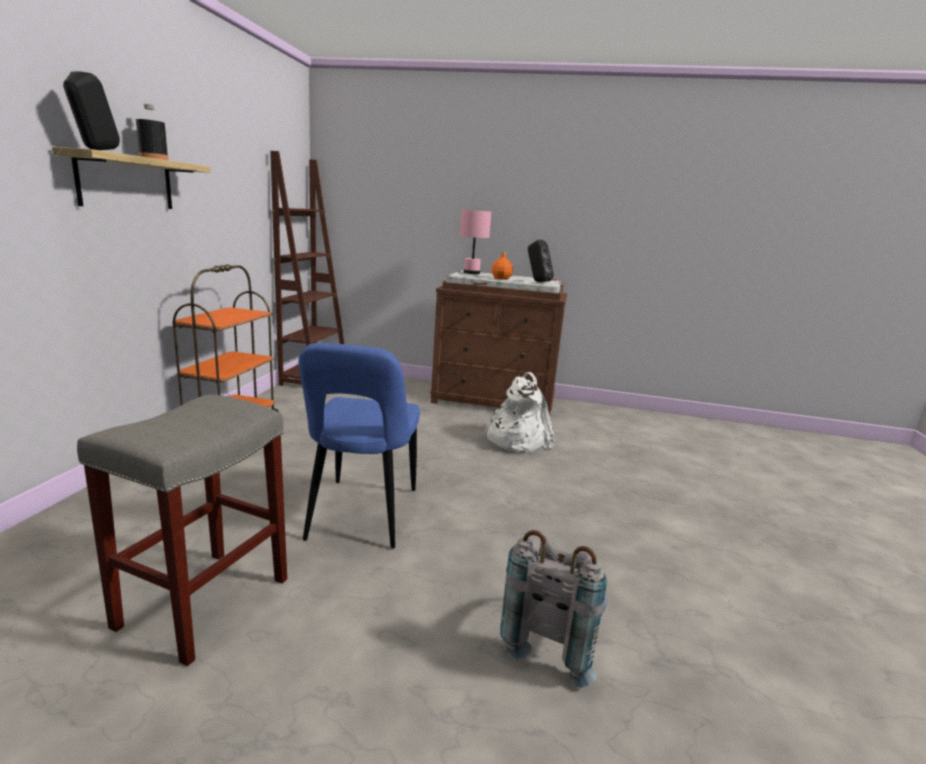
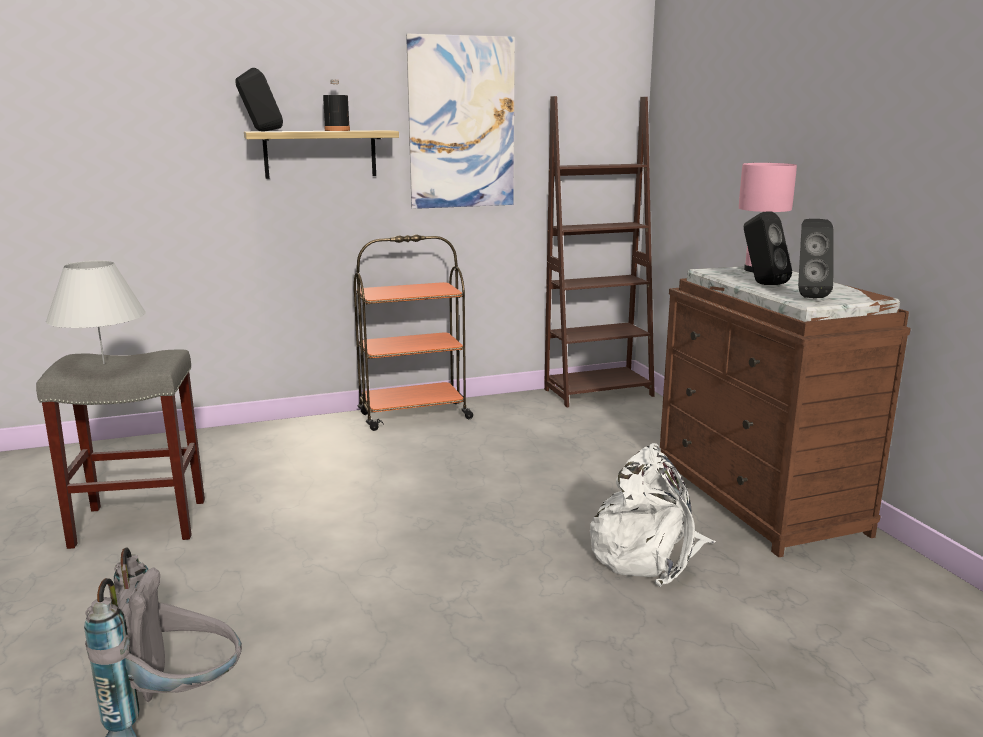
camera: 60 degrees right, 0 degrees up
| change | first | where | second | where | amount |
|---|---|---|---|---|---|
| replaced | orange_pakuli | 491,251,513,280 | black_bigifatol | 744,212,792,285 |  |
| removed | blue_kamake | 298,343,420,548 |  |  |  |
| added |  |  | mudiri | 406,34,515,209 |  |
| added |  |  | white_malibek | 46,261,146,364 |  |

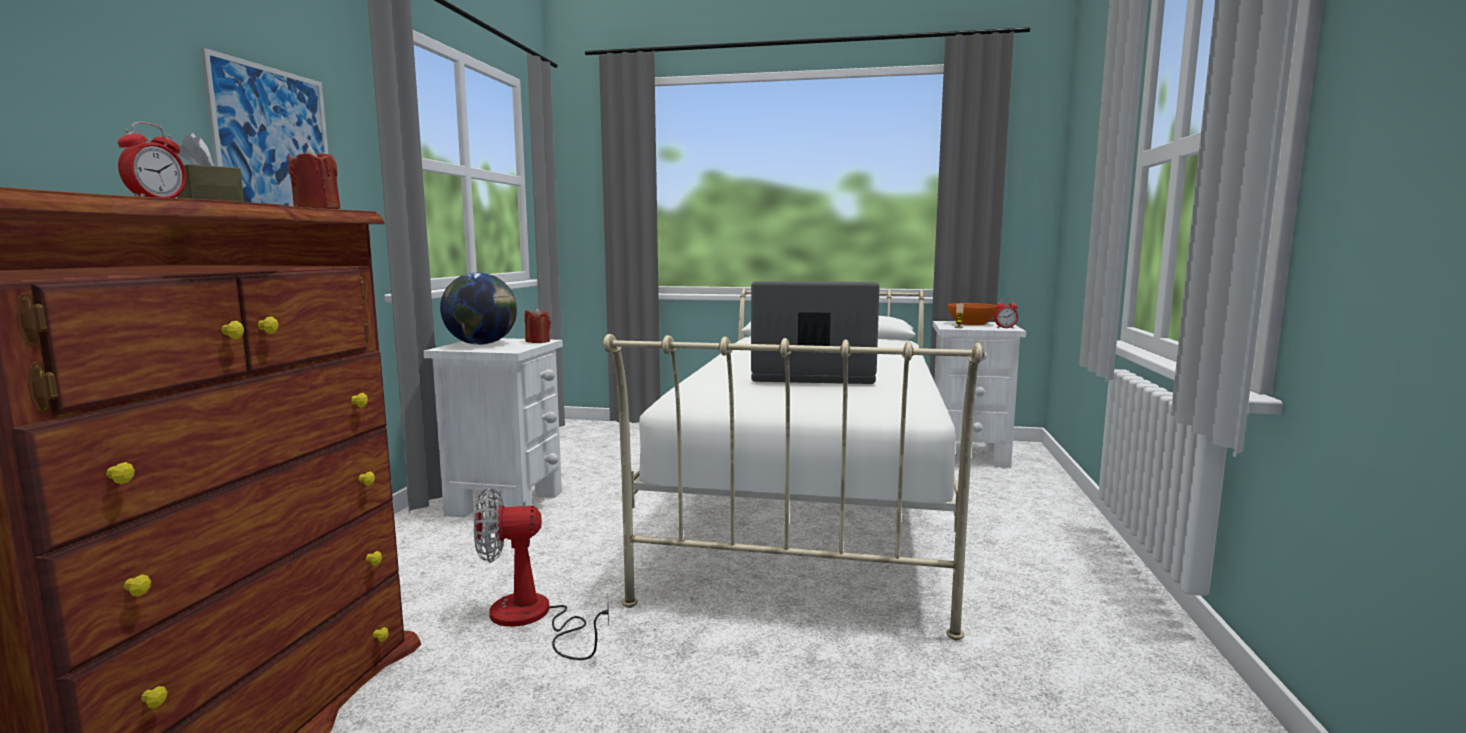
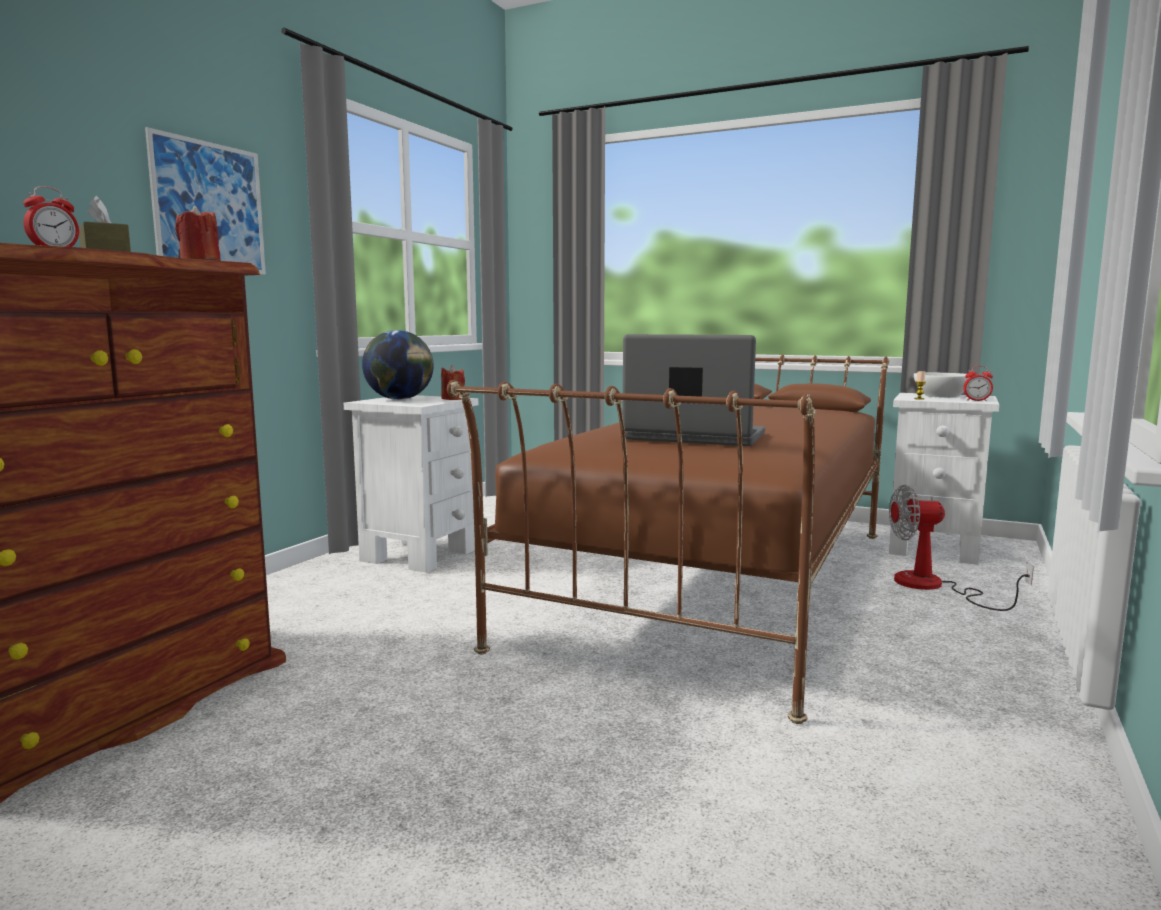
camera: 15 degrees right, 0 degrees up
| change | first | where | second | where | amount |
|---|---|---|---|---|---|
| recoloured | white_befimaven | 602,288,985,640 | brown_befimaven | 447,355,889,724 |  |
| recoloured | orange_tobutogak | 948,303,997,325 | white_tobutogak | 914,373,968,398 |  |
| moved | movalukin | 474,487,609,660 |  | 889,485,1034,611 |  |

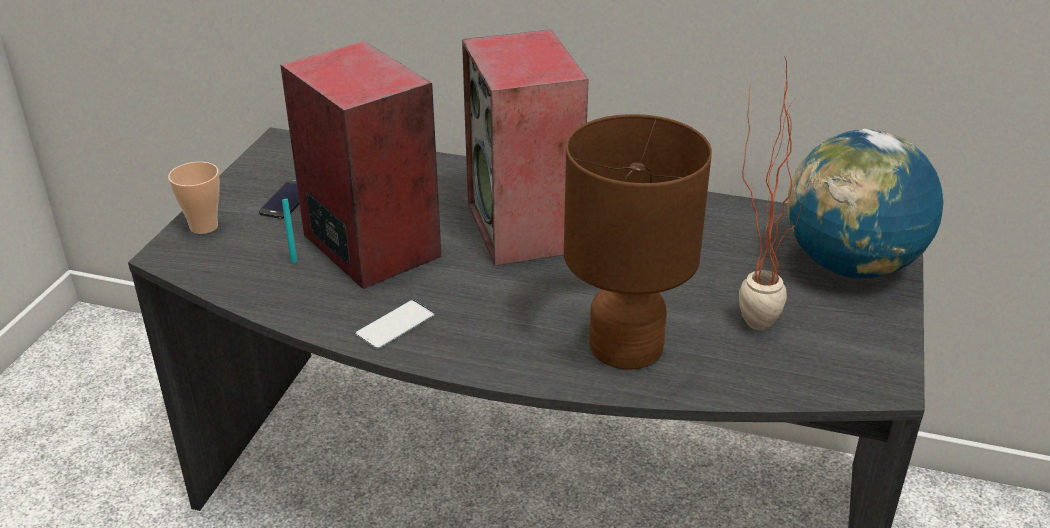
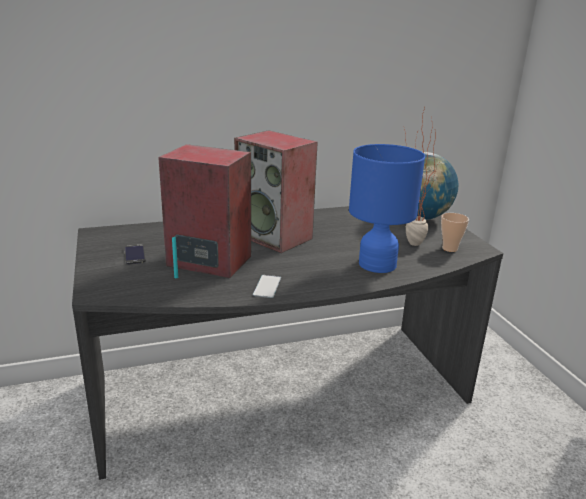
camera: 35 degrees left, 10 degrees down
| change | first | where | second | where | amount |
|---|---|---|---|---|---|
| recoloured | brown_malibek | 564,114,712,369 | blue_malibek | 349,144,425,273 |  |
| moved | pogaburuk | 168,162,220,234 |  | 441,213,469,252 |  |

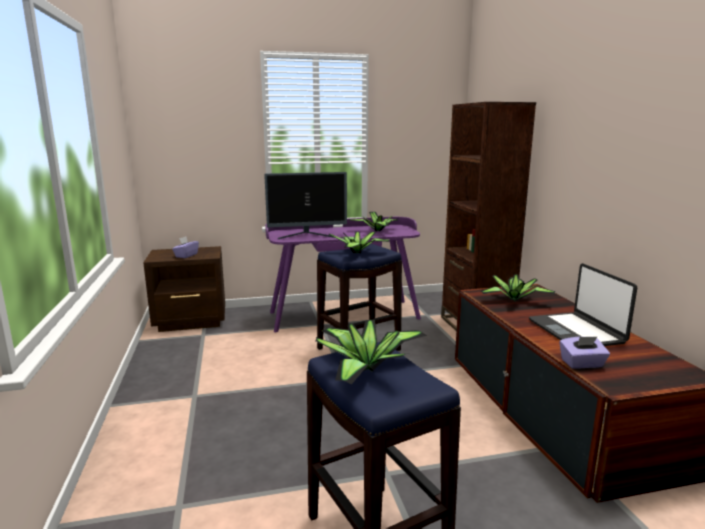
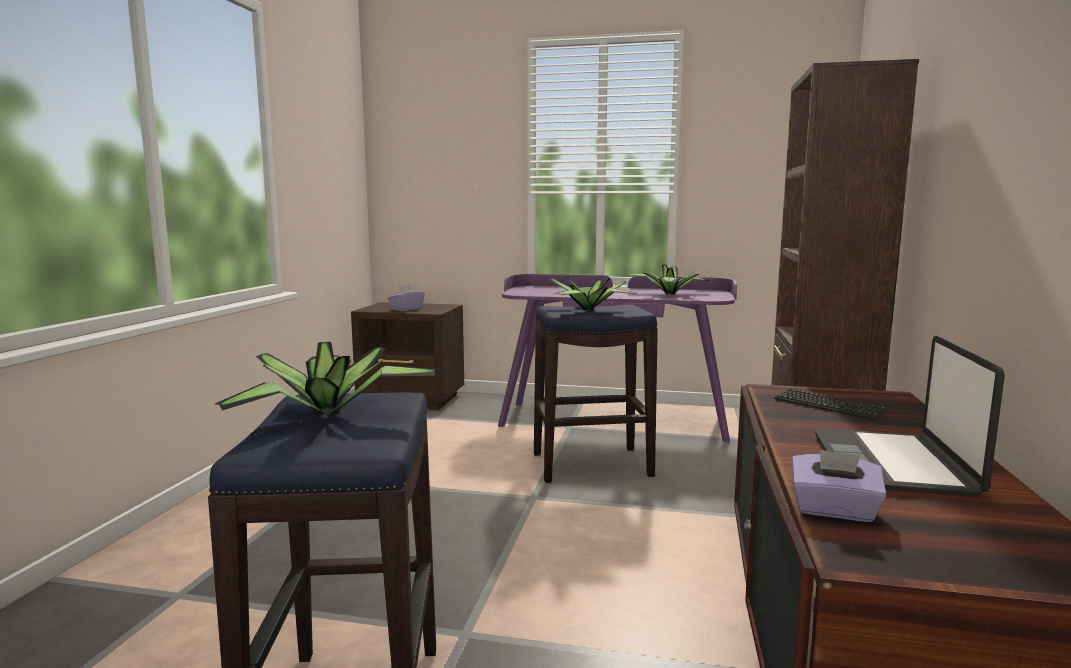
camera: 25 degrees right, 5 degrees down
| change | first | where | second | where | amount |
|---|---|---|---|---|---|
| removed | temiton | 264,172,347,239 |  |  |  |
| replaced | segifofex | 481,274,555,302 | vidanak | 774,388,888,421 |  |

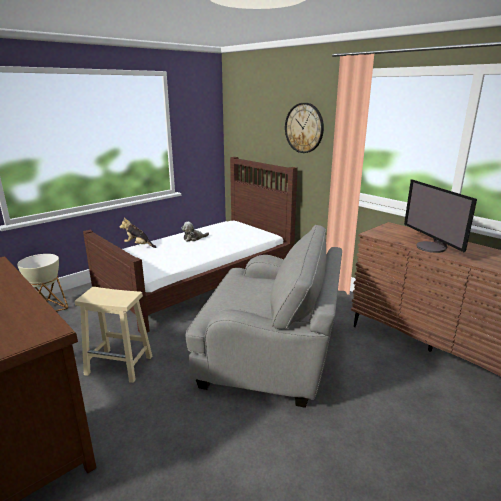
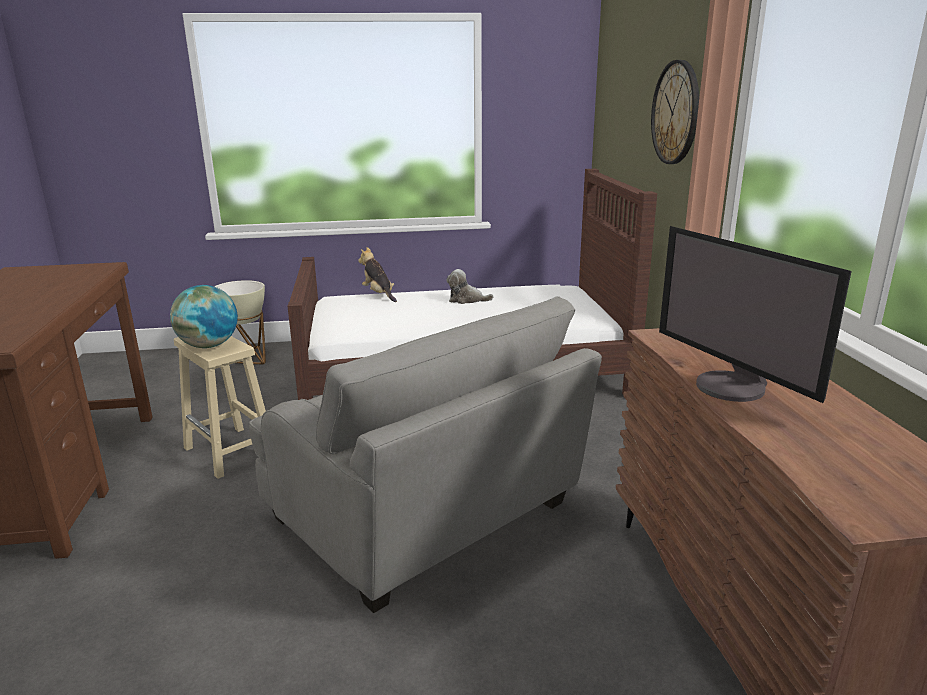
camera: 35 degrees right, 0 degrees up
| change | first | where | second | where | amount |
|---|---|---|---|---|---|
| turned | temiton | 404,179,477,253 |  | 659,226,852,403 | 45 degrees counterclockwise |
| added |  |  | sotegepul | 170,285,238,348 |  |

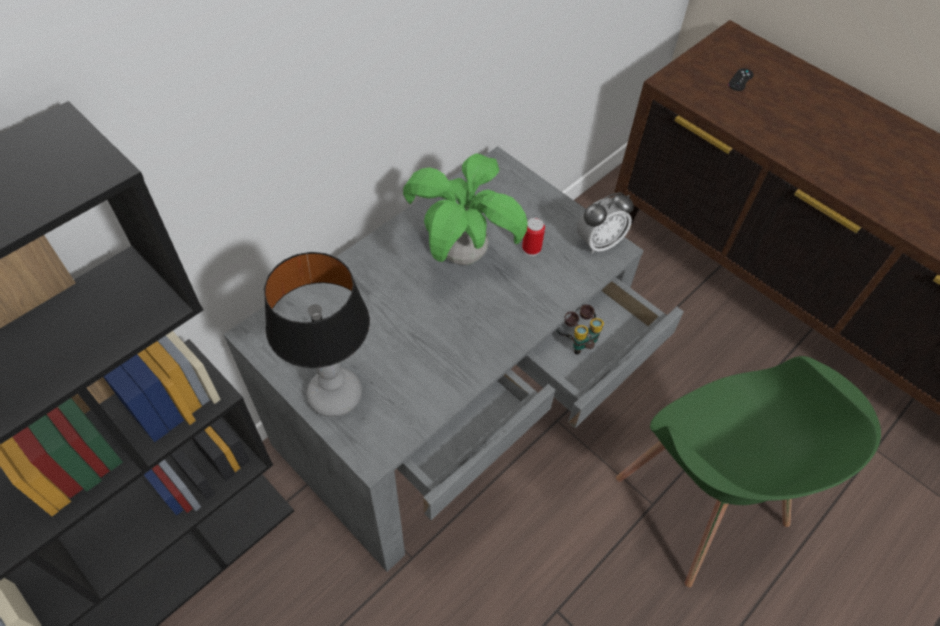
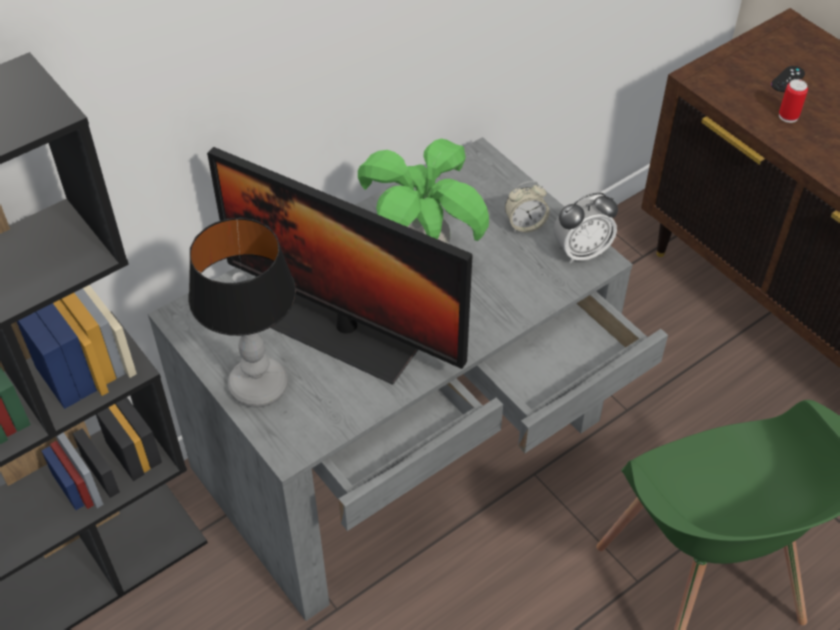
camera: 10 degrees right, 5 degrees down
| change | first | where | second | where | amount |
|---|---|---|---|---|---|
| moved | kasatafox | 522,218,545,256 |  | 779,79,808,123 |  |
| removed | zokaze | 556,304,604,354 |  |  |  |
| added |  |  | temiton | 207,147,473,385 |  |
| added |  |  | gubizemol | 505,181,549,232 |  |

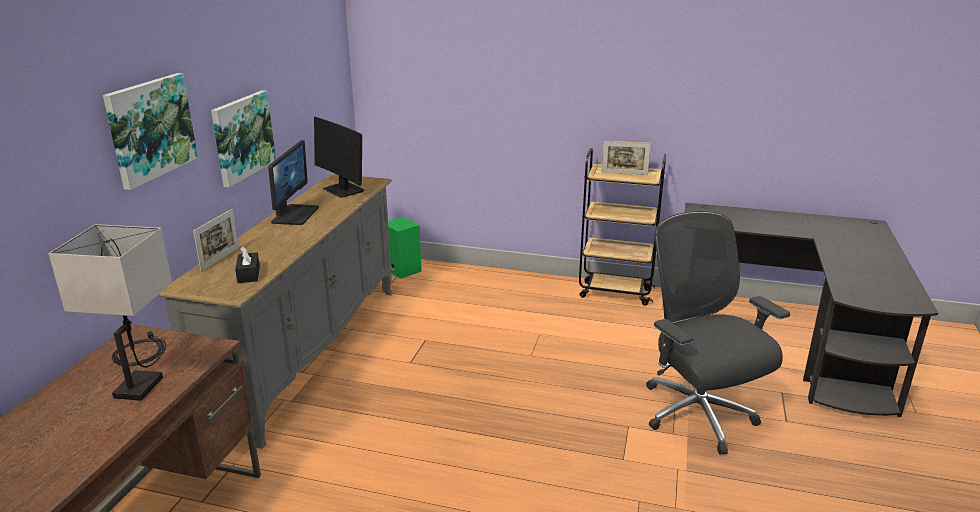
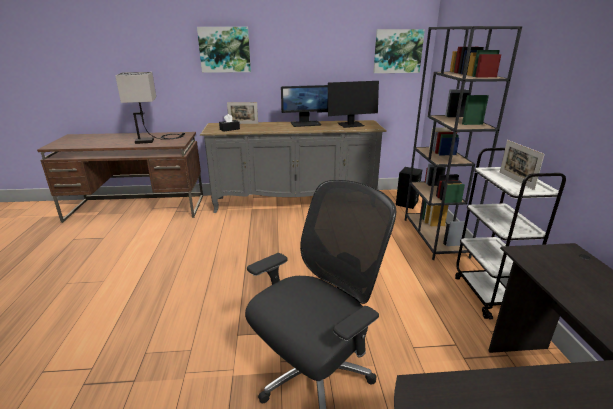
camera: 70 degrees right, 0 degrees up
| change | first | where | second | where | amount |
|---|---|---|---|---|---|
| moved | mudiri | 211,90,276,187 |  | 373,29,425,73 |  |
| turned | temiton | 314,117,365,198 |  | 328,81,379,128 | 135 degrees counterclockwise |
| recoloured | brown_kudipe | 579,148,666,306 | white_kudipe | 455,148,566,320 |  |
| recoloured | green_bigifatol | 388,217,422,279 | black_bigifatol | 396,167,422,209 |  |
| added |  |  | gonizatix | 405,26,522,260 |  |

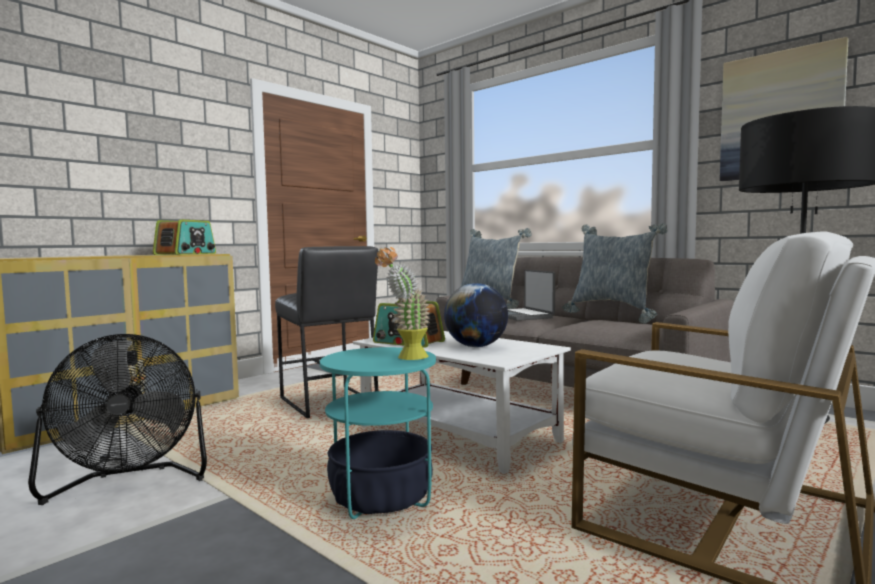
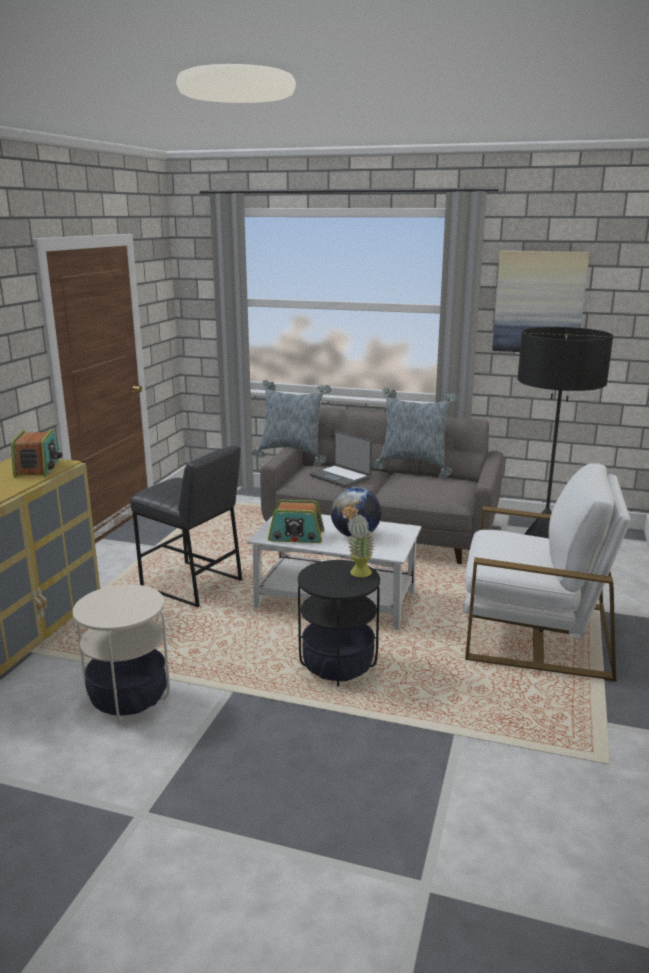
camera: 25 degrees left, 15 degrees up
| change | first | where | second | where | amount |
|---|---|---|---|---|---|
| replaced | black_movalukin | 28,334,207,505 | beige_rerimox | 73,584,170,722 |  |
| recoloured | turquoise_rerimox | 320,347,436,519 | black_rerimox | 298,560,380,686 |  |

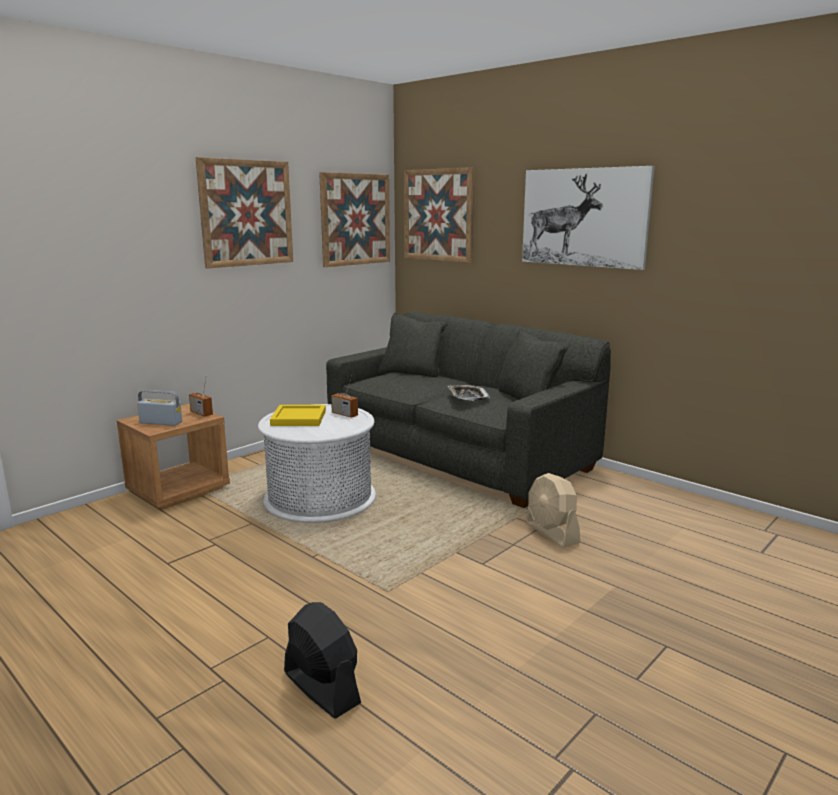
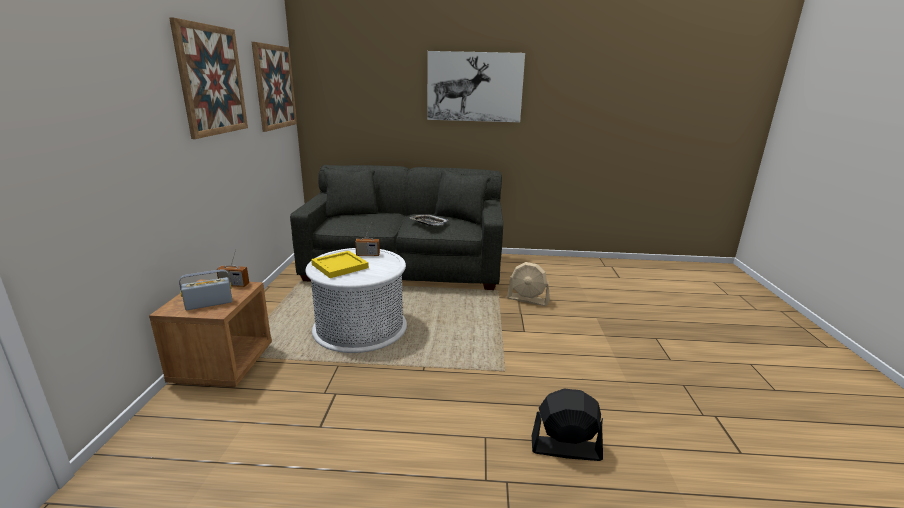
camera: 40 degrees left, 5 degrees up
| change | first | where | second | where | amount |
|---|---|---|---|---|---|
| removed | mudiri | 404,167,474,263 |  |  |  |

